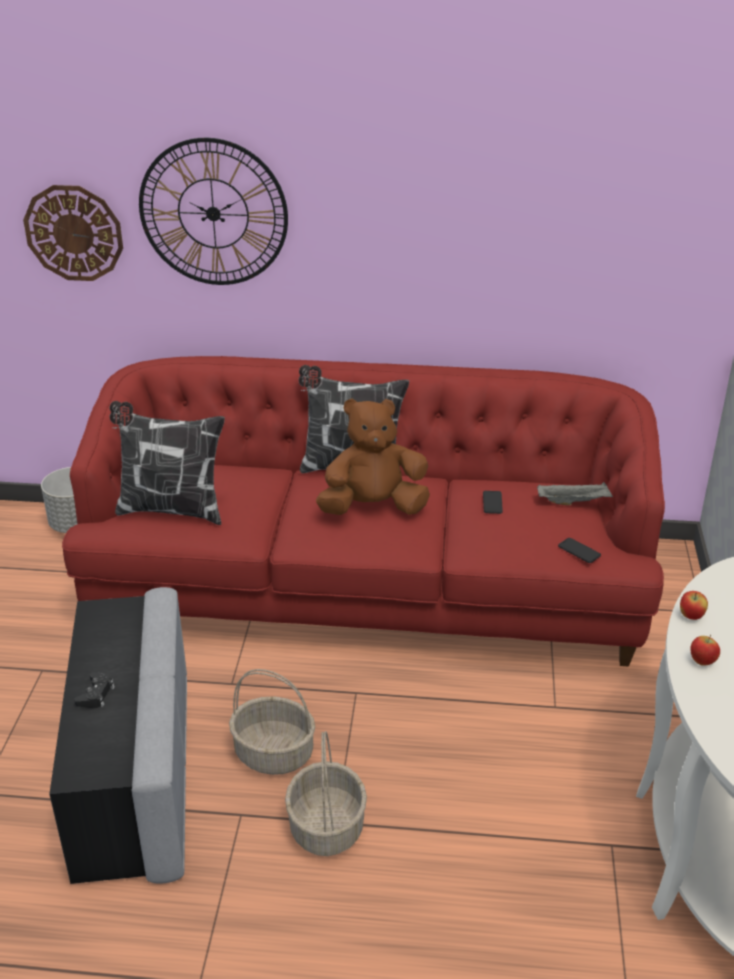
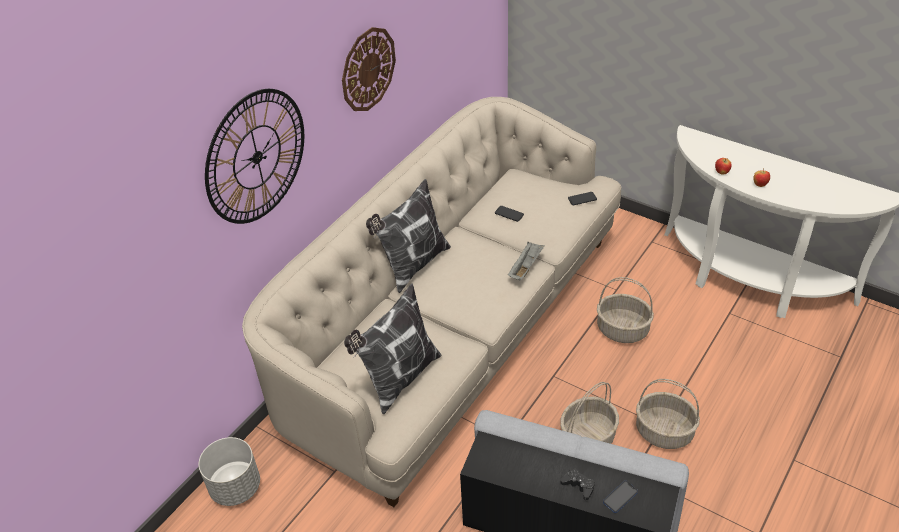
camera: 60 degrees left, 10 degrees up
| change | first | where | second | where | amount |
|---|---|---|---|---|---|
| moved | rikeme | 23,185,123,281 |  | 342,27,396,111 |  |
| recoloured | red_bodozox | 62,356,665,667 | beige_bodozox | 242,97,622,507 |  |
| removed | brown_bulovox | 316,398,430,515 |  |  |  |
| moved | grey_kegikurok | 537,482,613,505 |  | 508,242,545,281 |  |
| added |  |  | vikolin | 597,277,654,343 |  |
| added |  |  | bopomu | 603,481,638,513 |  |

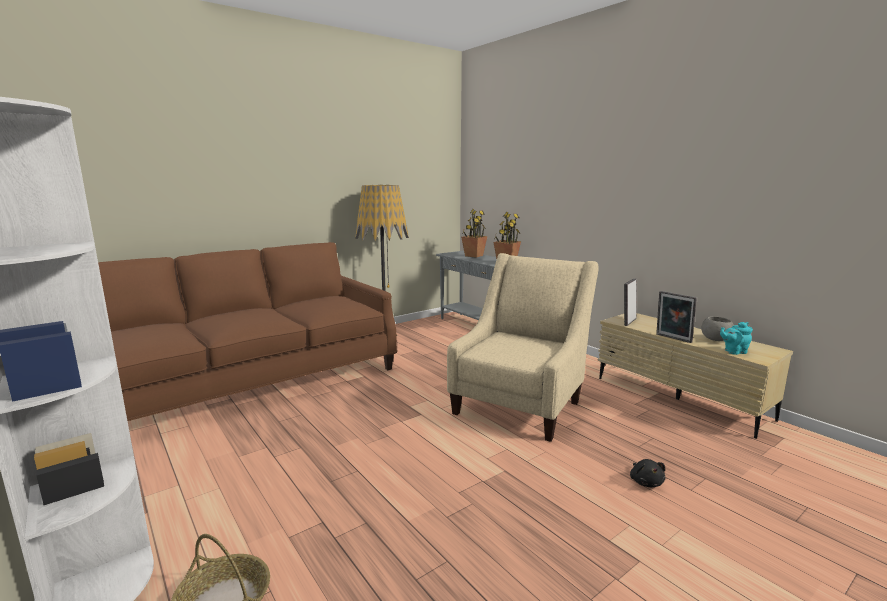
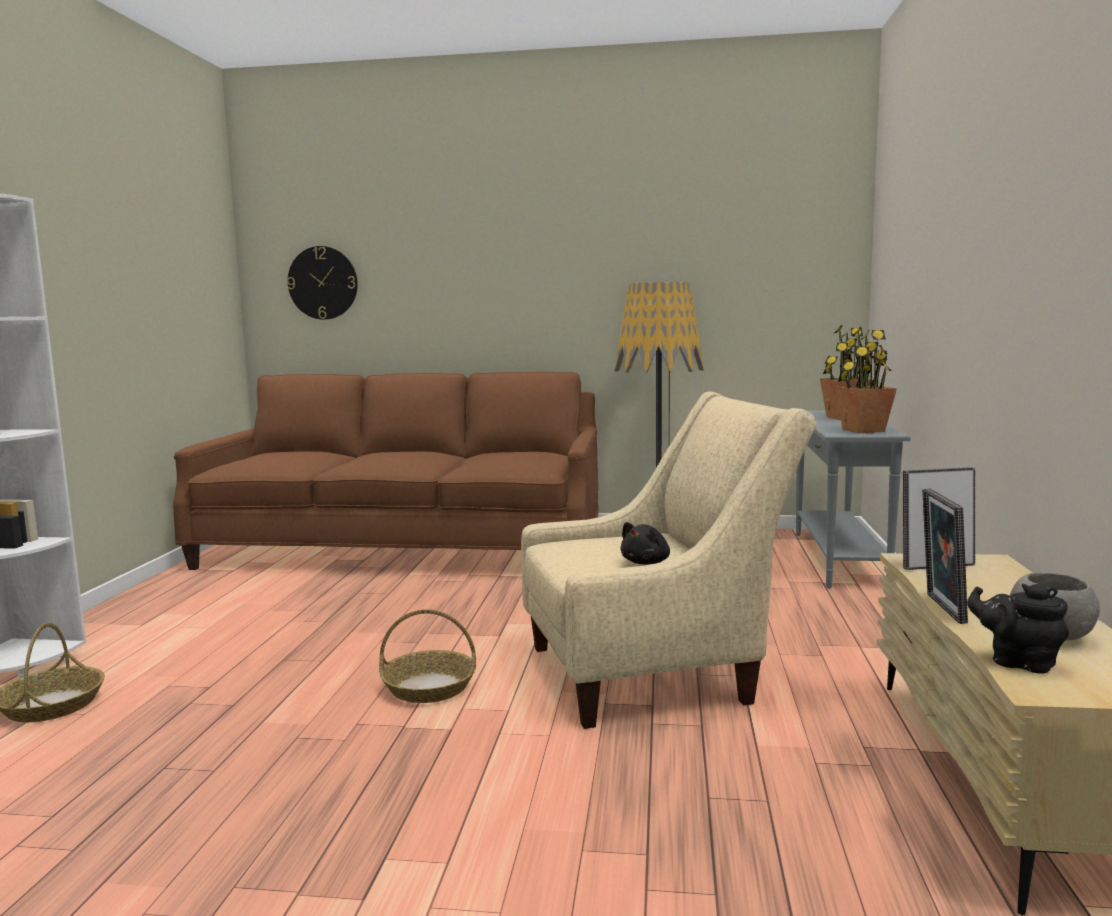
camera: 45 degrees right, 5 degrees down
| change | first | where | second | where | amount |
|---|---|---|---|---|---|
| recoloured | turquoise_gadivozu | 720,322,753,355 | black_gadivozu | 967,584,1069,674 |  |
| moved | black_bulovox | 630,459,665,487 |  | 620,522,670,565 |  |
| added |  |  | rikeme | 287,246,358,320 |  |
| added |  |  | vikolin | 379,609,476,703 |  |

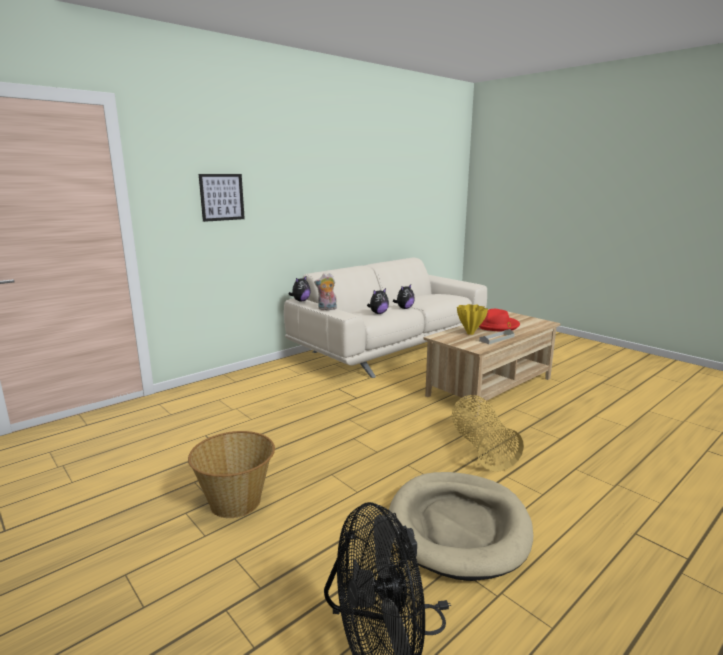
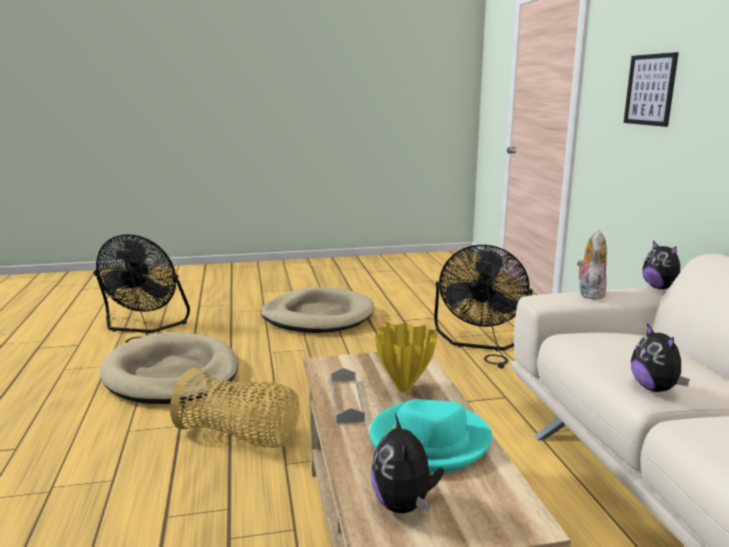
camera: 120 degrees right, 0 degrees up
| change | first | where | second | where | amount |
|---|---|---|---|---|---|
| moved | bulovox | 367,288,389,314 |  | 371,414,444,513 |  |
| recoloured | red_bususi | 479,309,520,332 | turquoise_bususi | 370,399,492,473 |  |
| replaced | vikolin | 188,431,275,518 | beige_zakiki | 261,287,374,333 |  |
| added |  |  | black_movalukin | 434,245,533,368 |  |

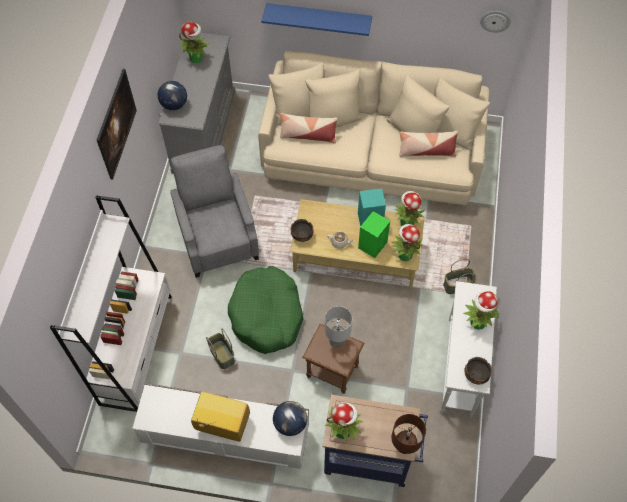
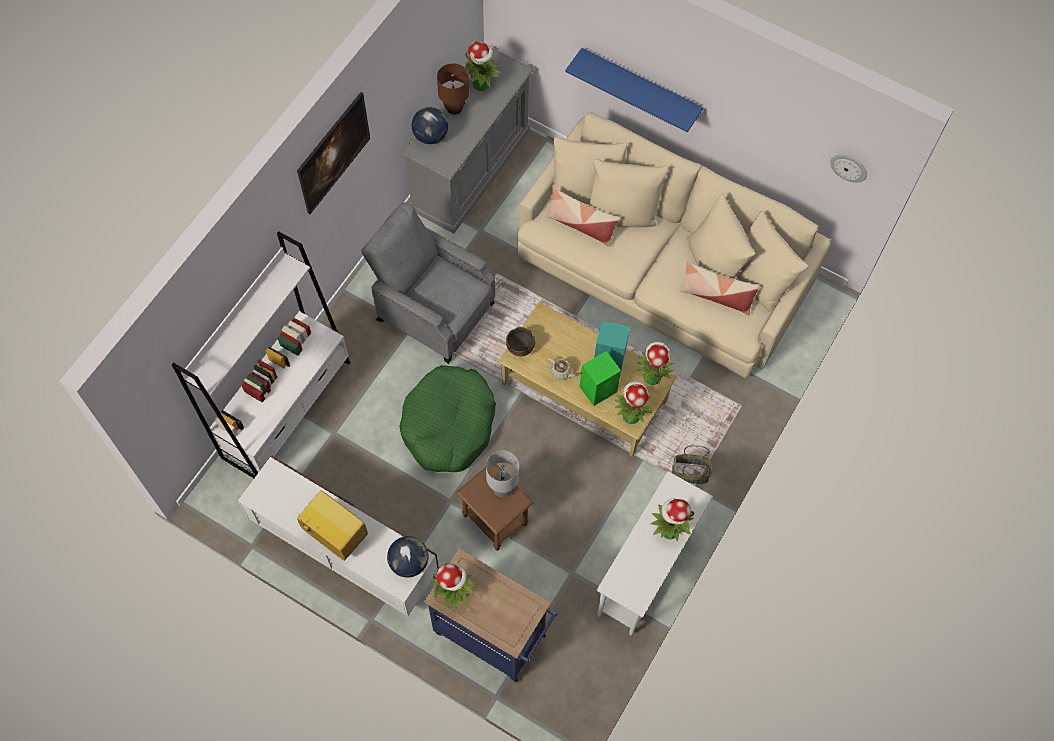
camera: 20 degrees right, 5 degrees up
| change | first | where | second | where | amount |
|---|---|---|---|---|---|
| turned | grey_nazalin | 170,145,259,278 |  | 361,203,495,364 | 60 degrees counterclockwise |
| removed | vikolin | 206,329,235,369 |  |  |  |
| removed | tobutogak | 464,357,492,385 |  |  |  |
| moved | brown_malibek | 391,414,426,454 |  | 437,63,469,115 |  |

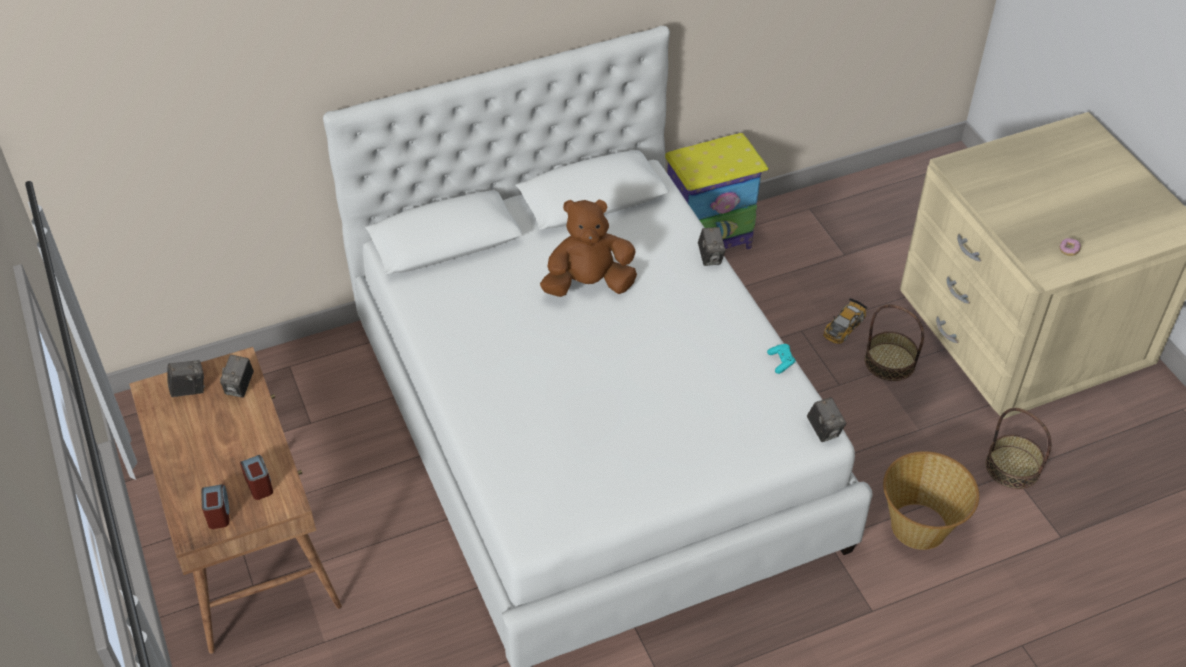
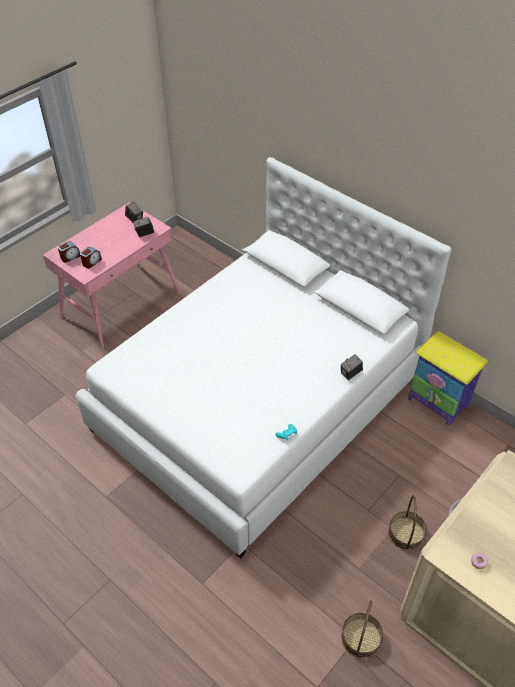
camera: 65 degrees right, 0 degrees up
| change | first | where | second | where | amount |
|---|---|---|---|---|---|
| removed | brown_bulovox | 540,199,637,297 |  |  |  |
| removed | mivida | 823,298,867,344 |  |  |  |
| recoloured | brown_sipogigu | 129,347,342,654 | pink_sipogigu | 43,202,180,349 |  |
| removed | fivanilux | 807,397,846,442 |  |  |  |
| removed | vikolin | 883,451,979,550 |  |  |  |

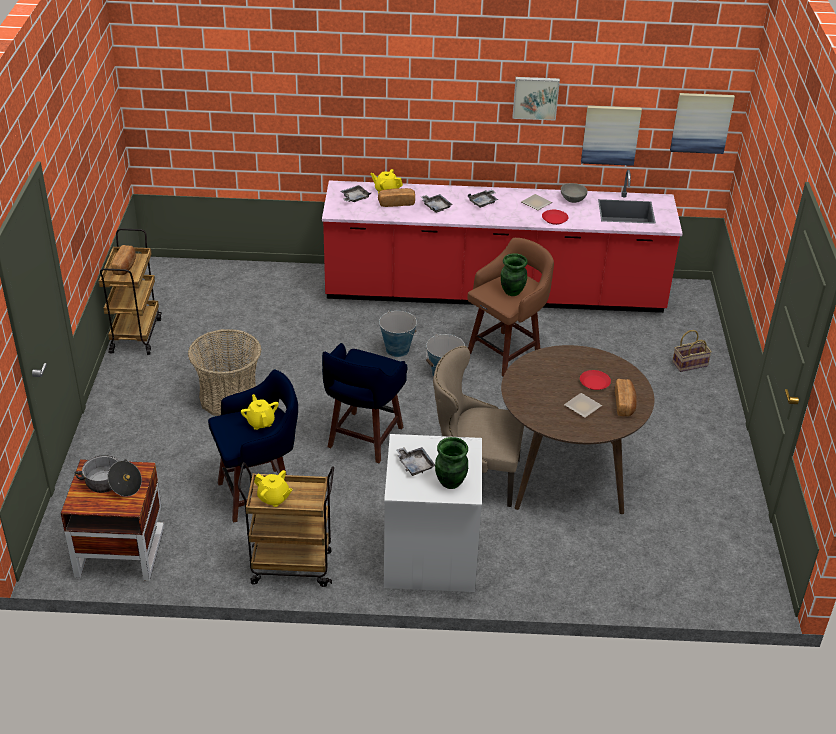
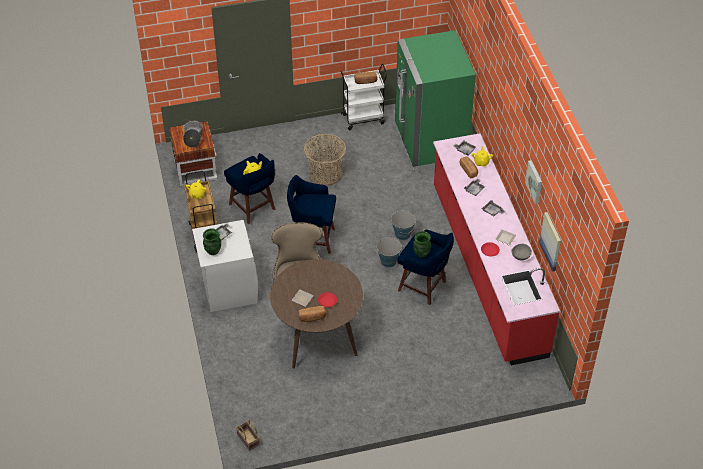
camera: 75 degrees right, 10 degrees up
| change | first | where | second | where | amount |
|---|---|---|---|---|---|
| removed | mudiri | 670,93,735,154 |  |  |  |
| recoloured | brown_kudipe | 99,228,162,355 | white_kudipe | 341,64,387,130 |  |
| recoloured | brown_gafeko | 468,238,554,376 | blue_gafeko | 397,230,454,305 |  |
| moved | vikolin | 672,330,712,372 |  | 236,420,260,451 |  |
| added |  |  | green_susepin | 395,30,476,170 |  |

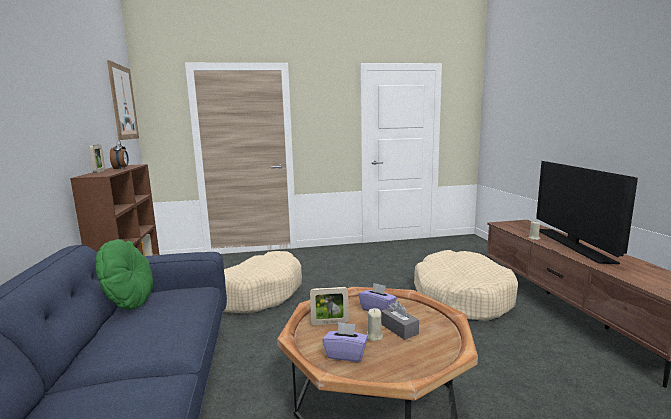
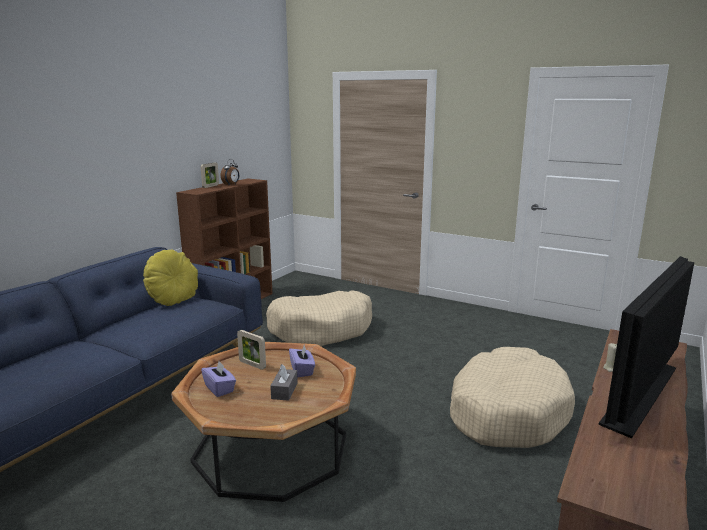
camera: 40 degrees right, 5 degrees up
| change | first | where | second | where | amount |
|---|---|---|---|---|---|
| removed | mudiri | 107,60,139,140 |  |  |  |
| recoloured | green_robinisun | 96,239,153,310 | yellow_robinisun | 143,249,198,306 |  |
| removed | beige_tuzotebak | 366,308,383,341 |  |  |  |

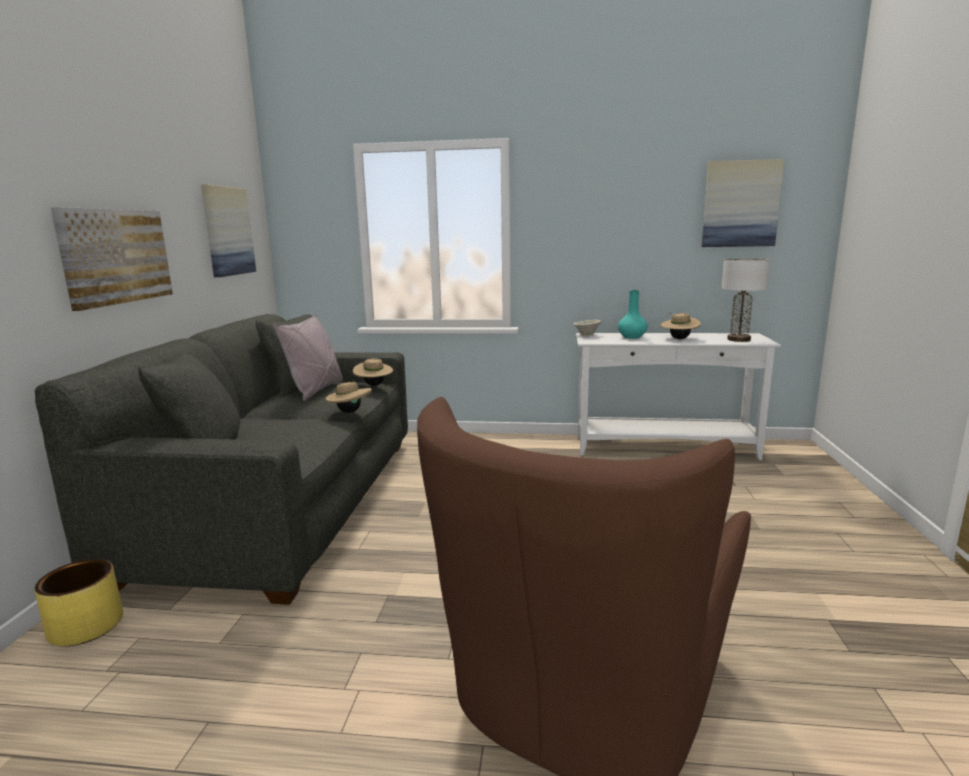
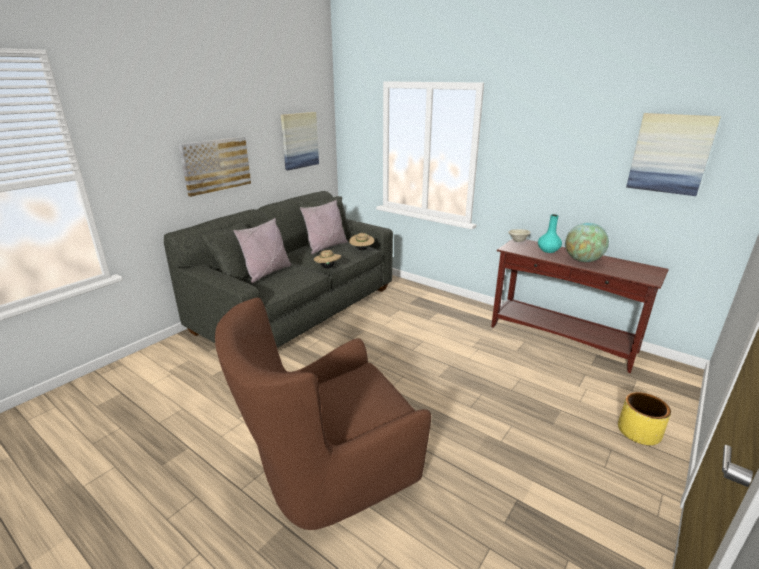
camera: 30 degrees right, 10 degrees up
| change | first | where | second | where | amount |
|---|---|---|---|---|---|
| removed | malibek | 722,259,770,342 |  |  |  |
| replaced | beige_bususi | 660,313,701,339 | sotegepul | 565,223,609,262 |  |
| recoloured | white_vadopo | 576,333,781,460 | brown_vadopo | 491,239,669,373 |  |
| moved | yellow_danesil | 34,559,123,646 |  | 618,392,671,445 |  |
| added |  |  | purple_robinisun | 234,218,291,284 |  |

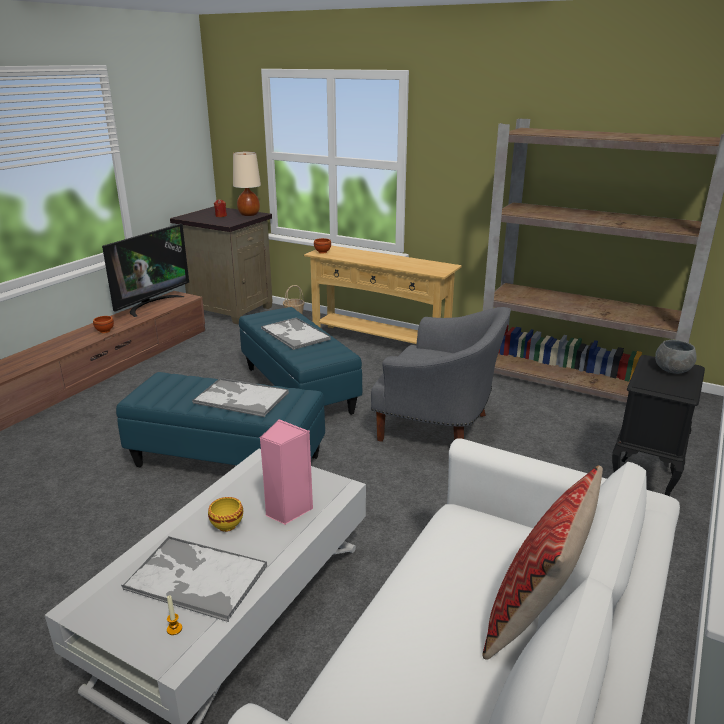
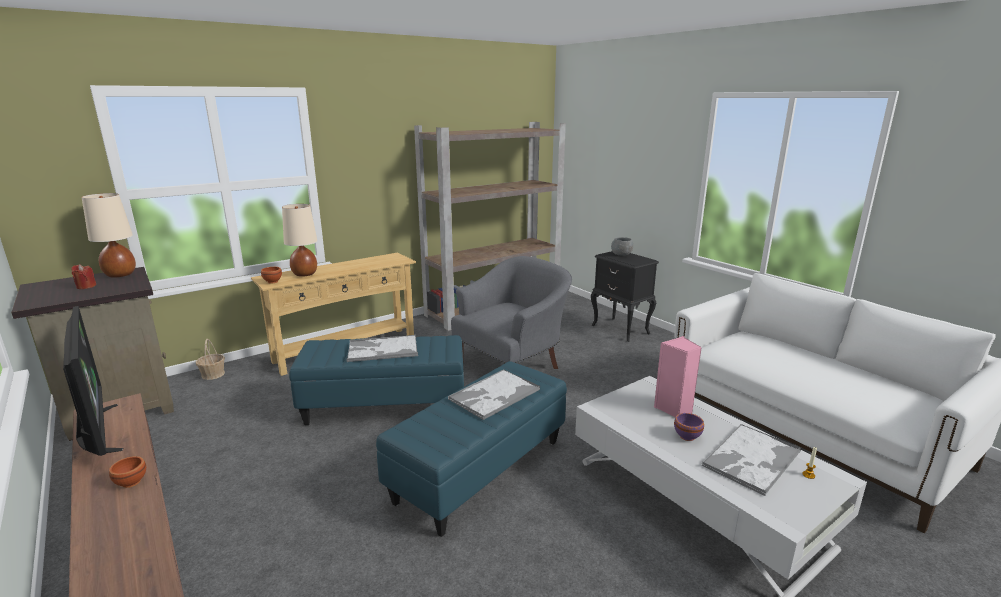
camera: 65 degrees left, 5 degrees down
| change | first | where | second | where | amount |
|---|---|---|---|---|---|
| removed | robinisun | 482,465,603,660 |  |  |  |
| recoloured | yellow_tobutogak | 208,497,243,532 | purple_tobutogak | 674,413,704,441 |  |
| added |  |  | beige_malibek | 282,204,317,277 |  |

